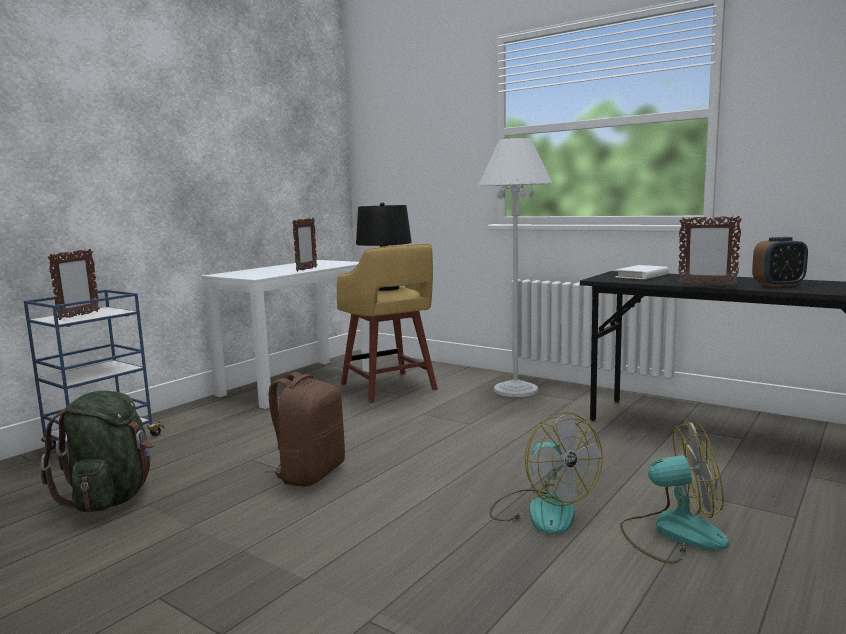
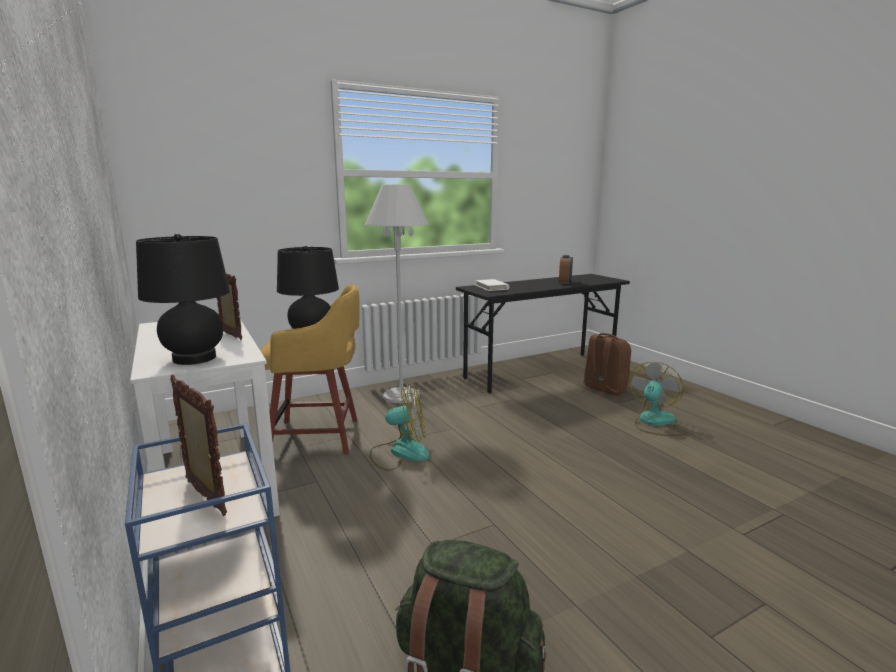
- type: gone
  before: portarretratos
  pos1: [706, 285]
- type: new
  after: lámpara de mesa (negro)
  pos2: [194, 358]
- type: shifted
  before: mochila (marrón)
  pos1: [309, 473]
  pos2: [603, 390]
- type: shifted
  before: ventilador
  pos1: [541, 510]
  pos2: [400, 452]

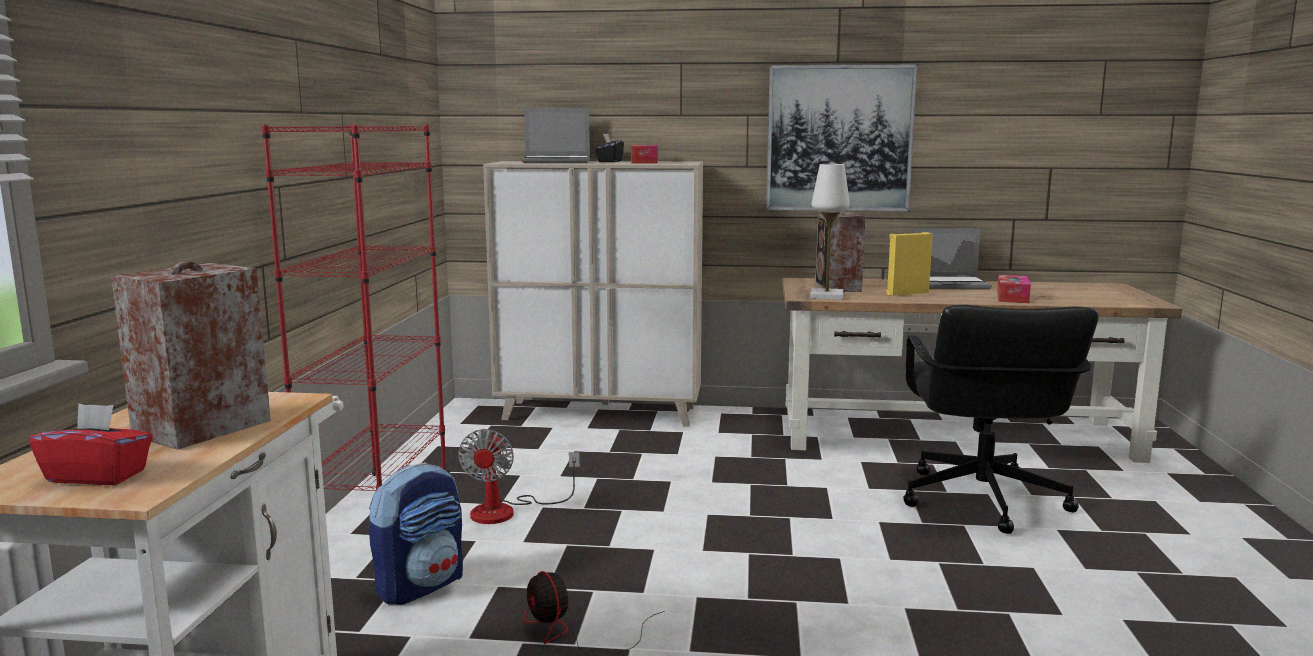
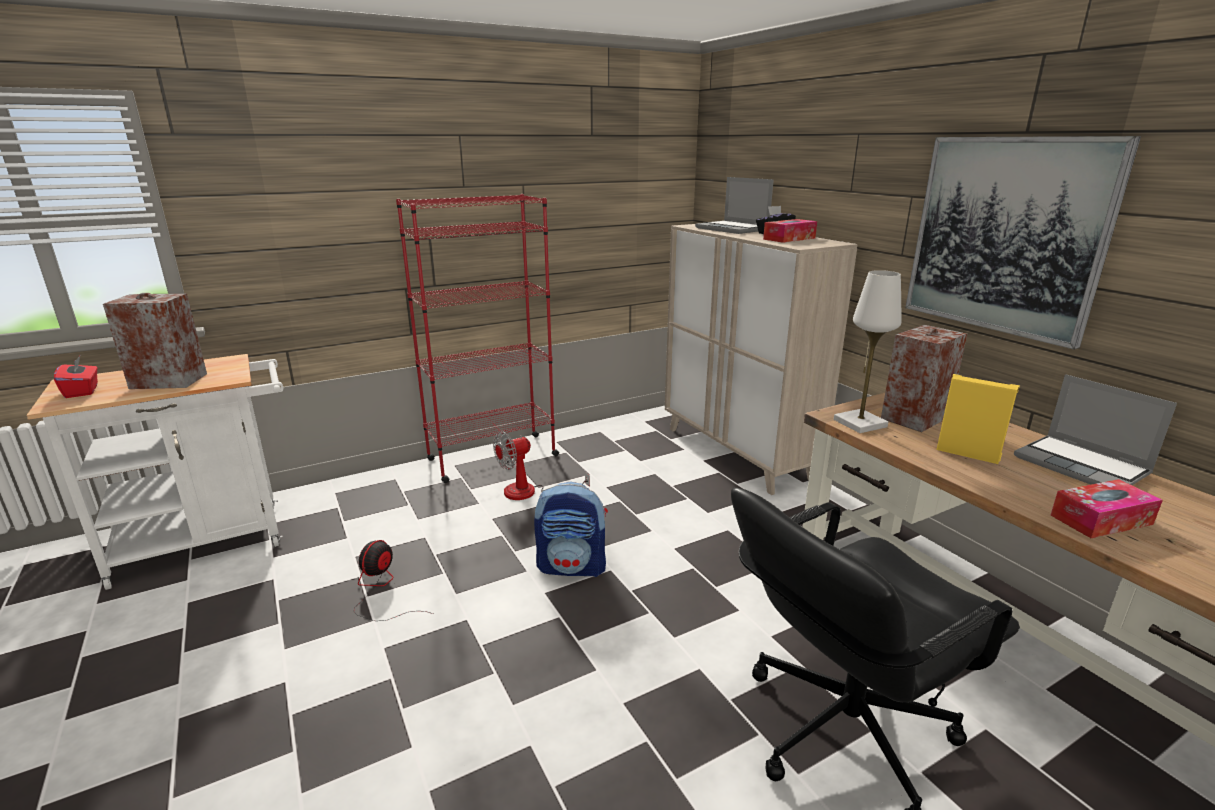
- type: shifted
  before: mochila
  pos1: [421, 585]
  pos2: [572, 566]

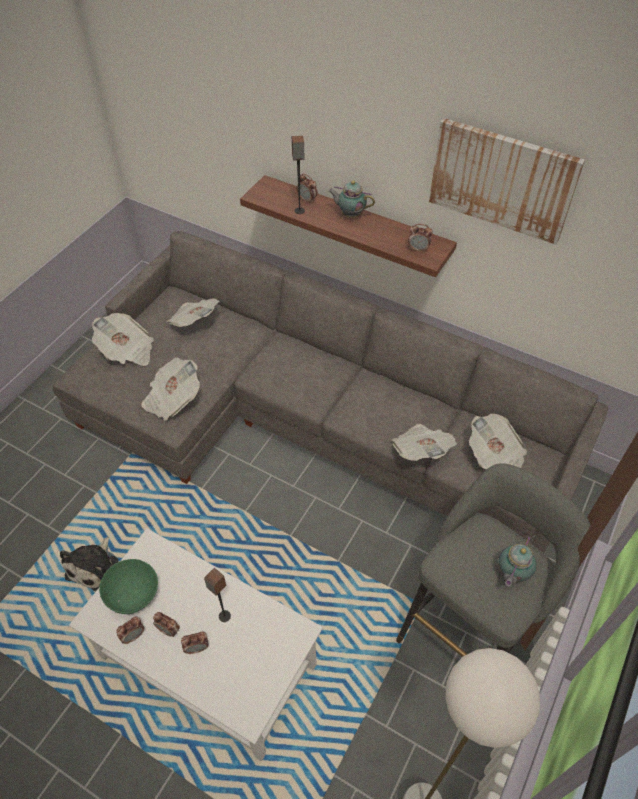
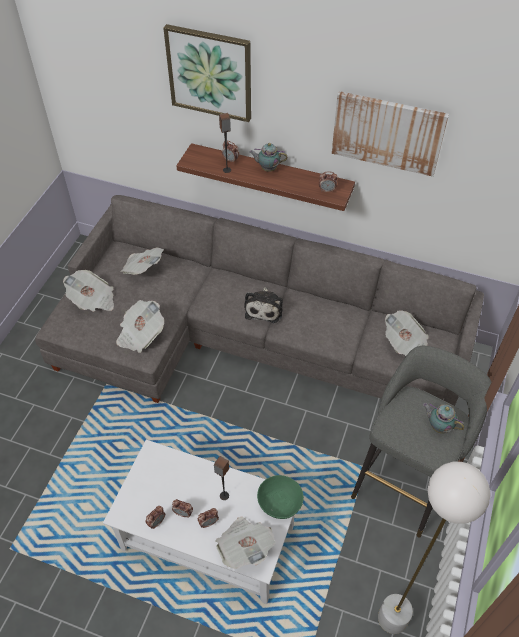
- type: new
  after: cuadro
  pos2: [210, 73]
- type: shifted
  before: peluche
  pos1: [94, 566]
  pos2: [264, 308]
- type: shifted
  before: cuenco (verde)
  pos1: [133, 593]
  pos2: [279, 503]
- type: shifted
  before: periódico
  pos1: [421, 451]
  pos2: [245, 547]
- type: rotated
  before: tetera
  pos1: [511, 574]
  pos2: [438, 426]
  turn: 105

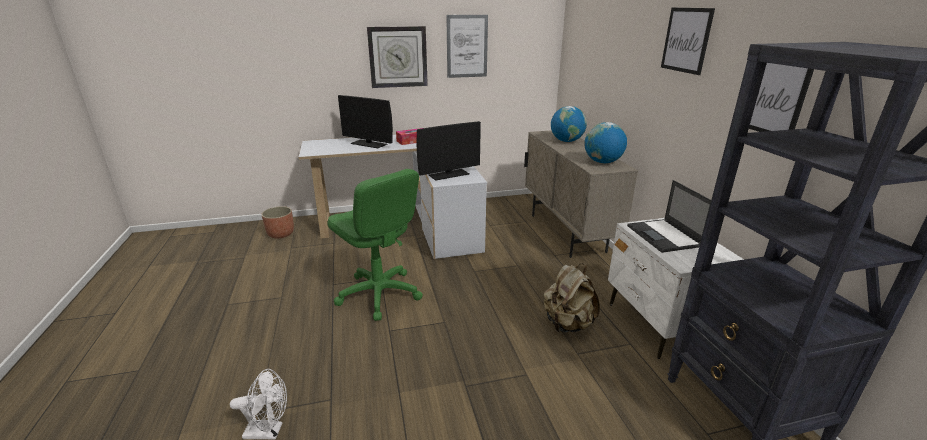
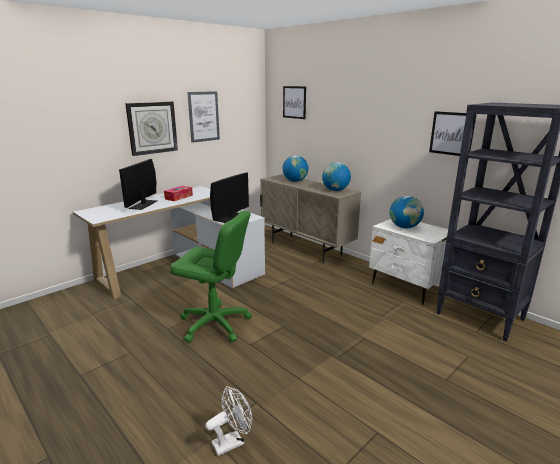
- type: gone
  before: maceta
  pos1: [280, 234]
- type: gone
  before: mochila (beis)
  pos1: [567, 324]
- type: shifted
  before: cuadro
  pos1: [686, 40]
  pos2: [294, 102]
- type: swapped
  before: portátil
  after: globo terráqueo
  pos1: [664, 236]
  pos2: [404, 227]
- type: rotated
  before: monitor
  pos1: [368, 144]
  pos2: [143, 204]
  turn: 105

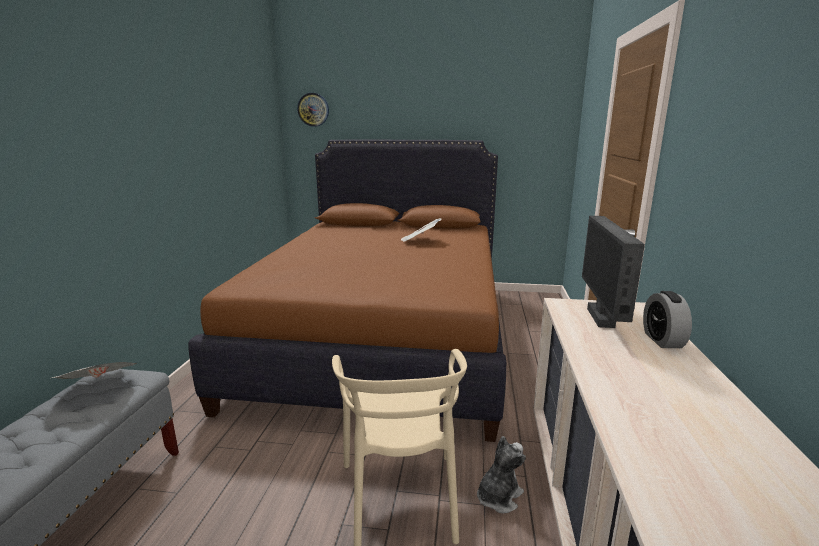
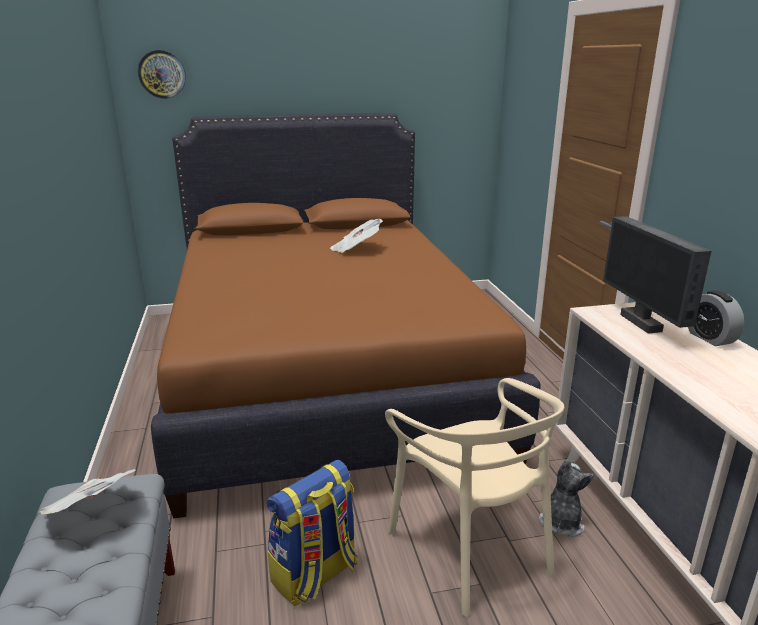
- type: new
  after: mochila
  pos2: [315, 575]

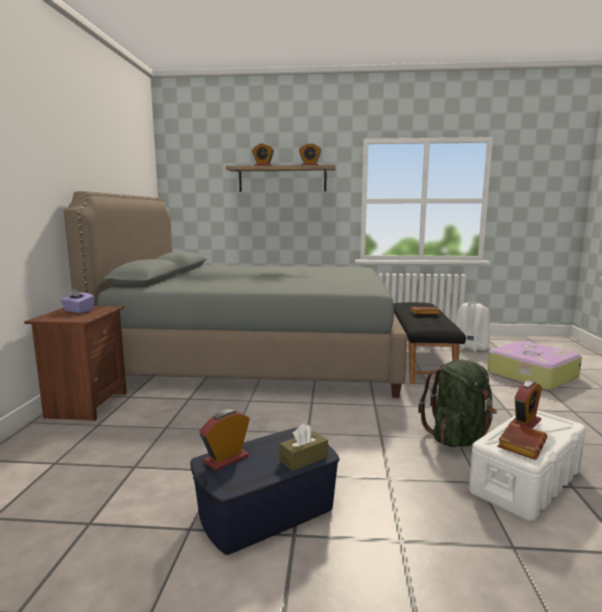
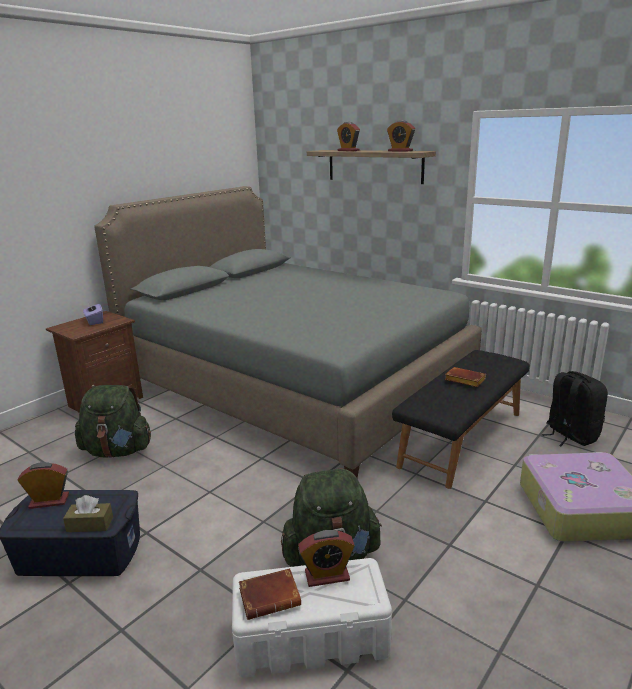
- type: new
  after: mochila (verde)
  pos2: [117, 451]
- type: repainted
  before: mochila (blanco)
  after: mochila (negro)
  pos1: [470, 347]
  pos2: [570, 435]

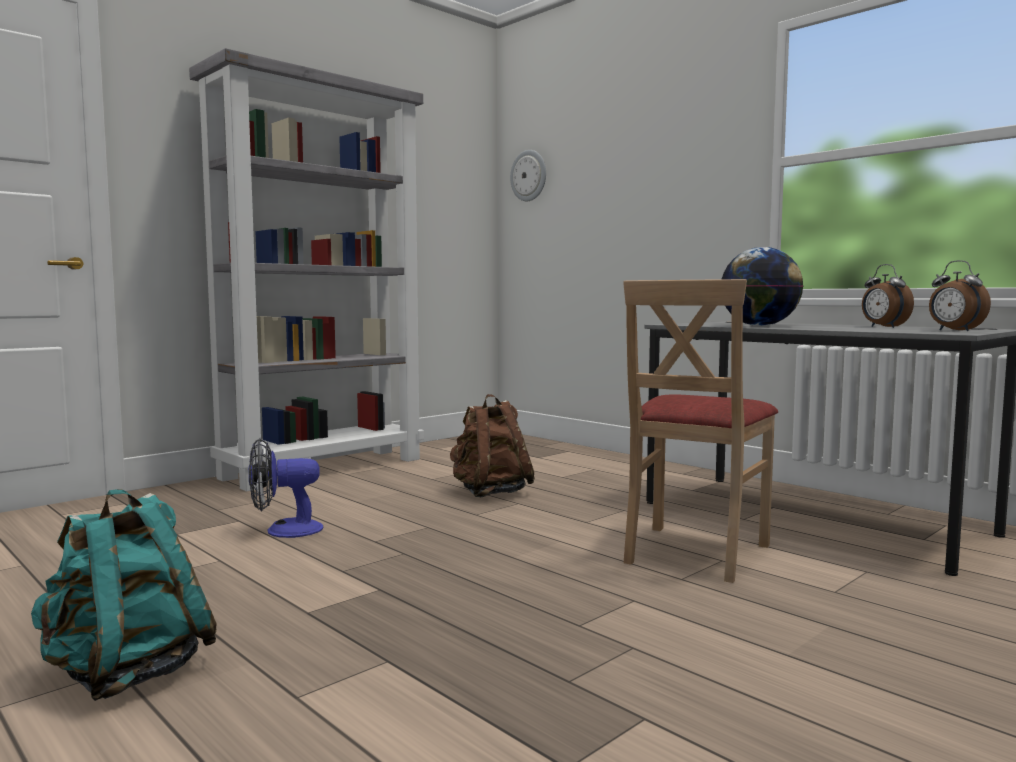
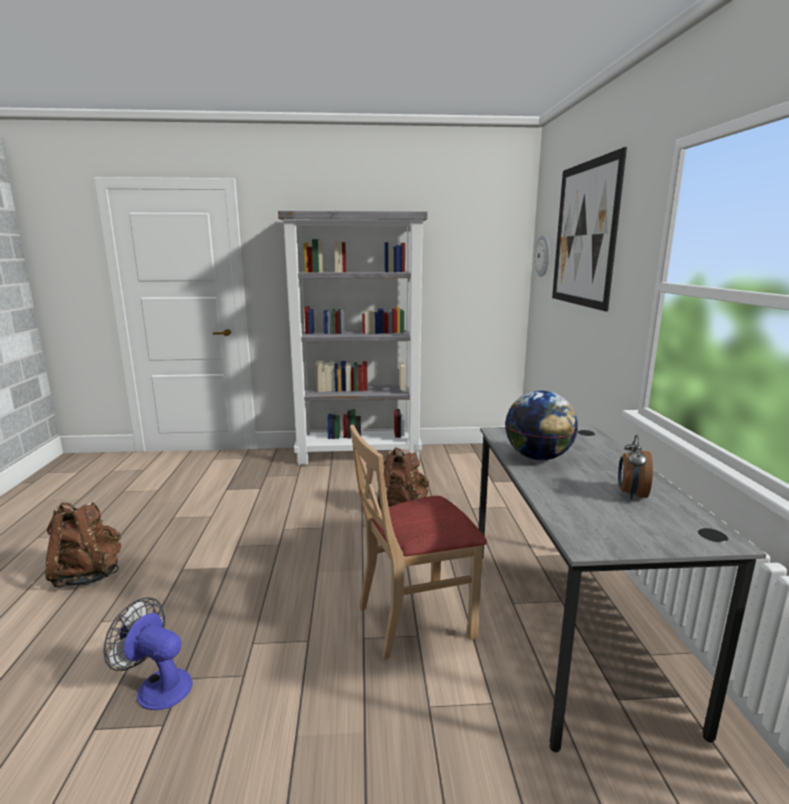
- type: gone
  before: despertador
  pos1: [954, 330]
- type: new
  after: cuadro
  pos2: [584, 234]
- type: shifted
  before: ventilador
  pos1: [284, 530]
  pos2: [157, 685]
- type: repainted
  before: mochila (turquesa)
  after: mochila (marrón)
  pos1: [127, 674]
  pos2: [88, 575]

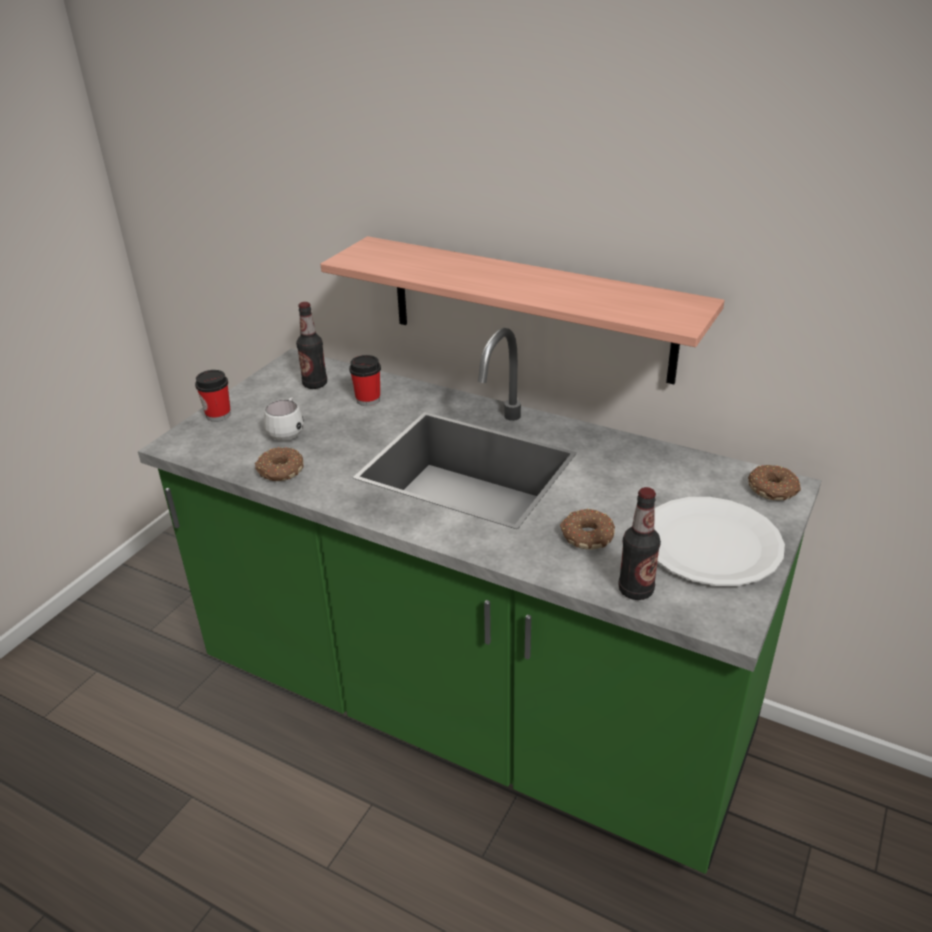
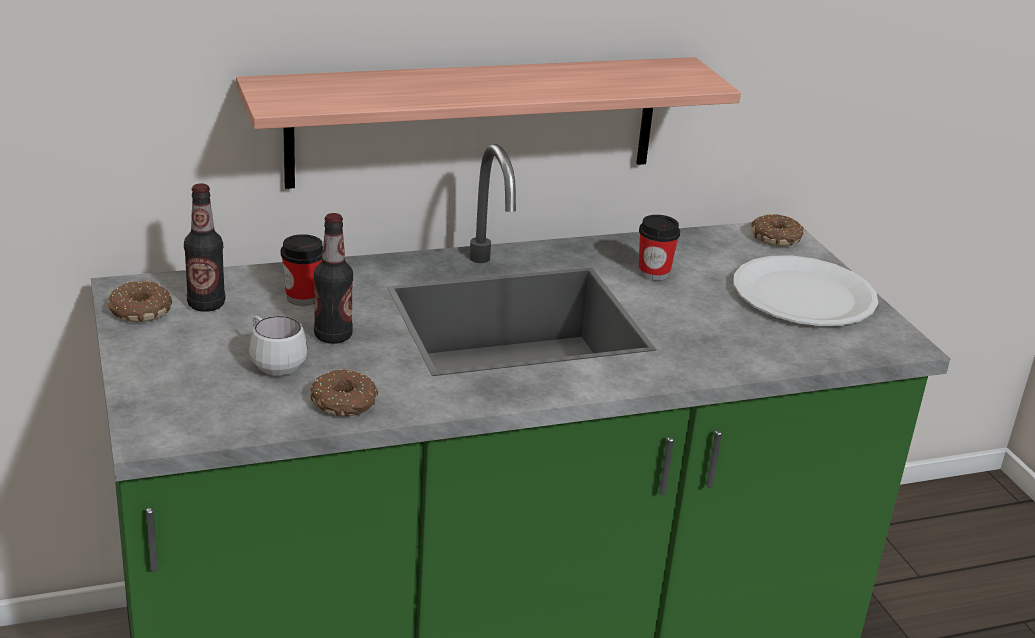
- type: shifted
  before: taza
  pos1: [218, 415]
  pos2: [653, 273]
- type: shifted
  before: rosquilla
  pos1: [586, 536]
  pos2: [139, 311]
- type: shifted
  before: botella
  pos1: [635, 590]
  pos2: [333, 336]

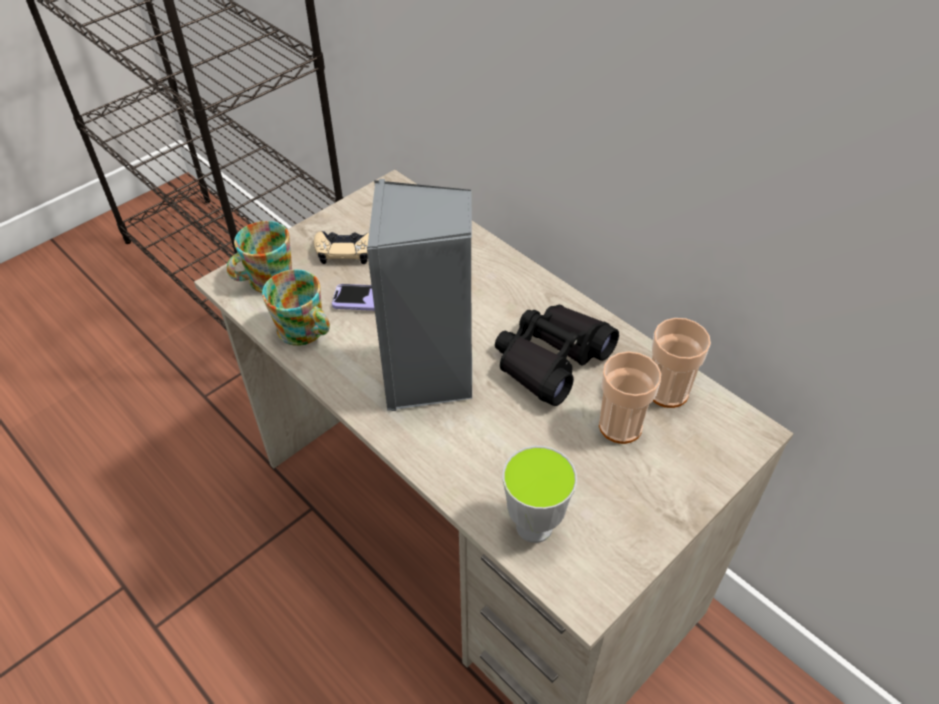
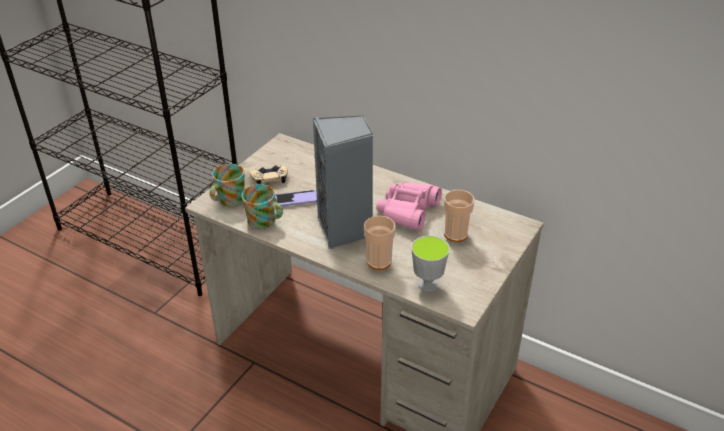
- type: shifted
  before: taza
  pos1: [667, 391]
  pos2: [379, 261]
- type: repainted
  before: prismáticos (negro)
  after: prismáticos (rosa)
  pos1: [551, 360]
  pos2: [408, 211]

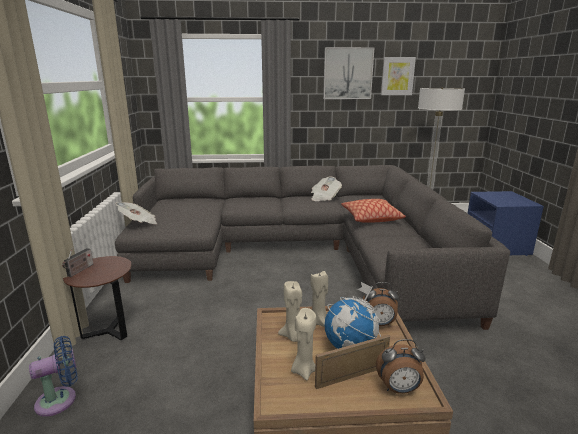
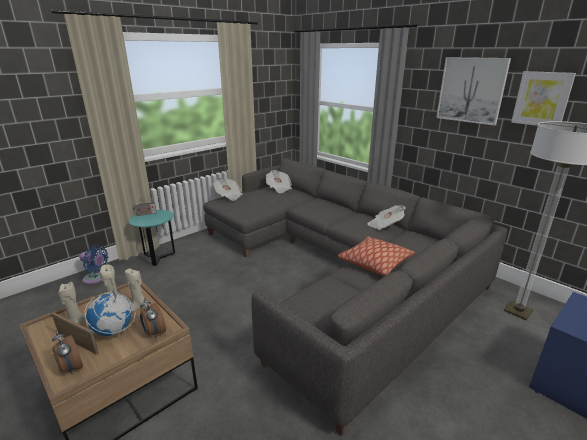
- type: new
  after: periódico
  pos2: [279, 188]
- type: repainted
  before: mesa auxiliar (marrón)
  after: mesa auxiliar (turquesa)
  pos1: [109, 331]
  pos2: [158, 258]

